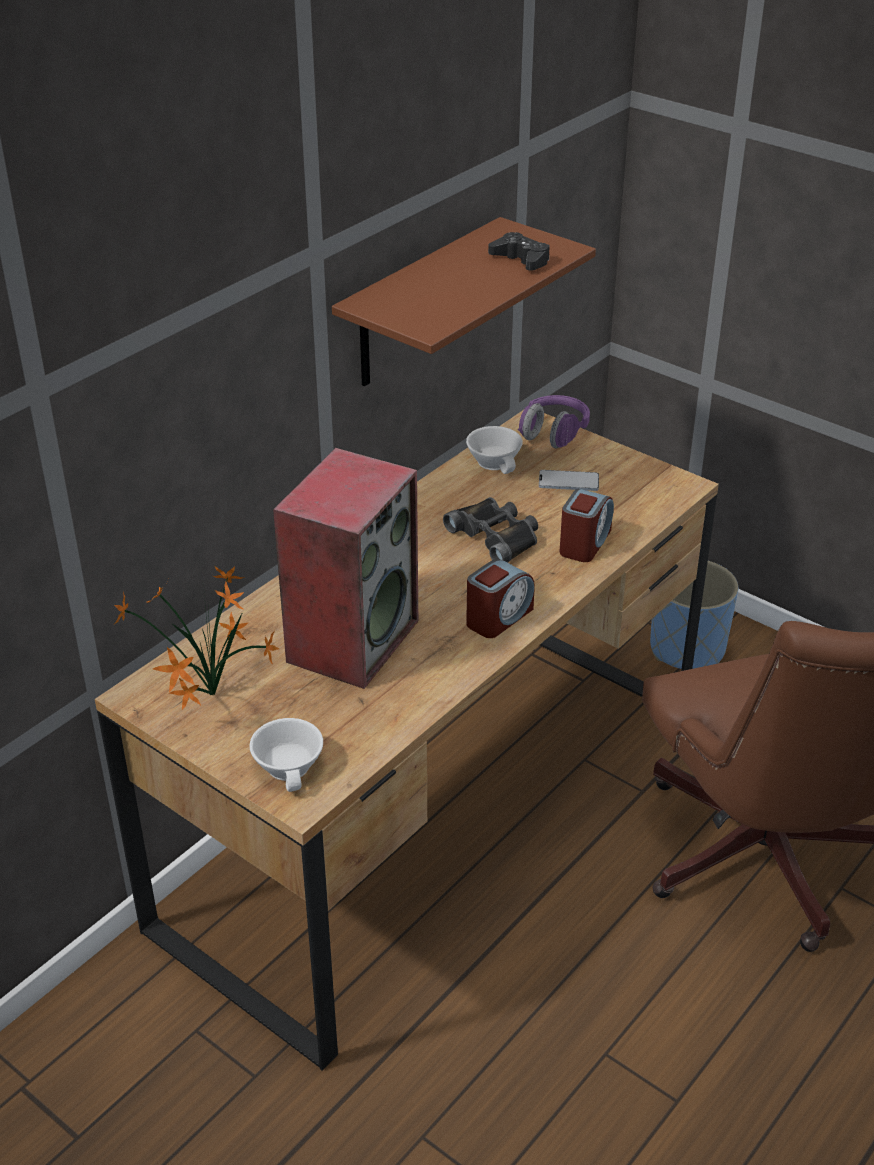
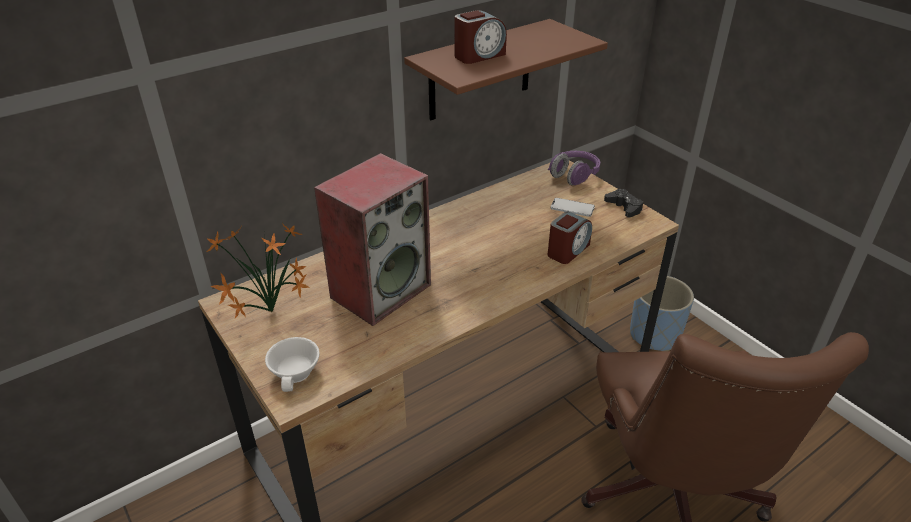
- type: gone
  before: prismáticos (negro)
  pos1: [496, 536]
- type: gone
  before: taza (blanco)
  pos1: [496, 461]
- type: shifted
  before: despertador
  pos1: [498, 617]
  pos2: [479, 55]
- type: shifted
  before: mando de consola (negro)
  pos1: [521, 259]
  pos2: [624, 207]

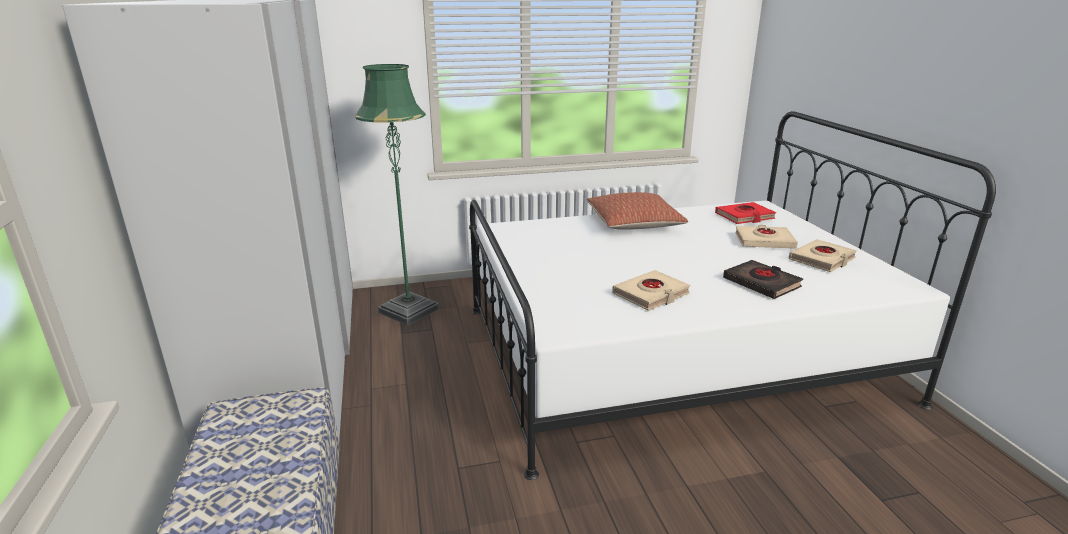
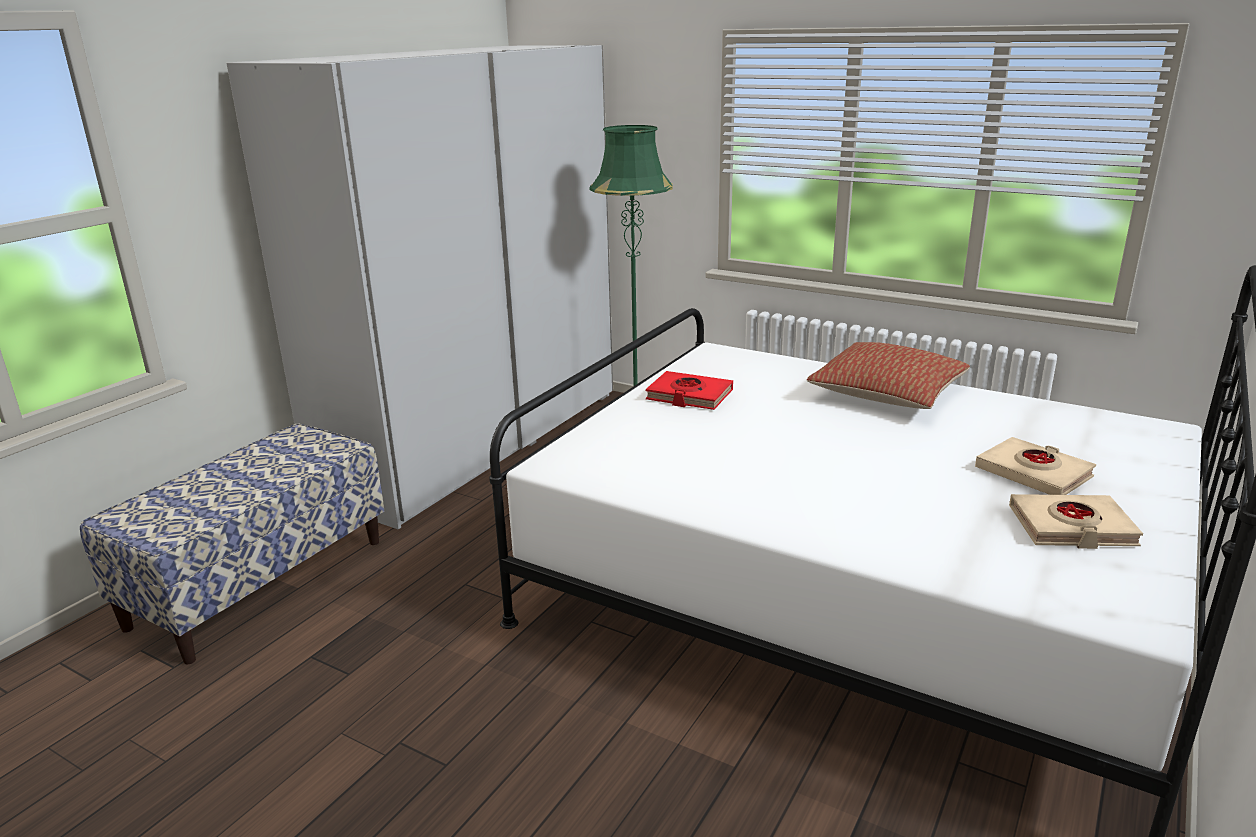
- type: gone
  before: libro (beis)
  pos1: [651, 294]
- type: gone
  before: libro (negro)
  pos1: [761, 283]
- type: shifted
  before: libro (rojo)
  pos1: [744, 217]
  pos2: [689, 396]

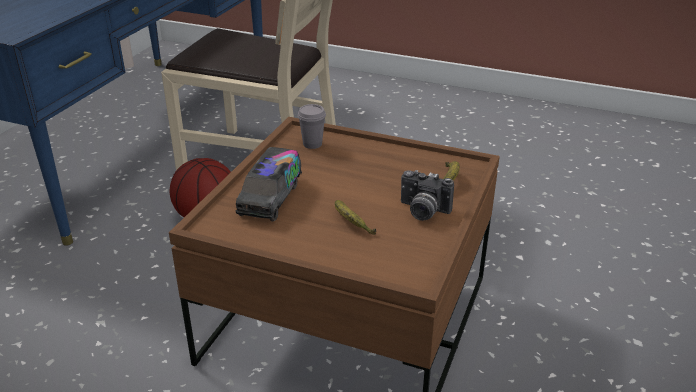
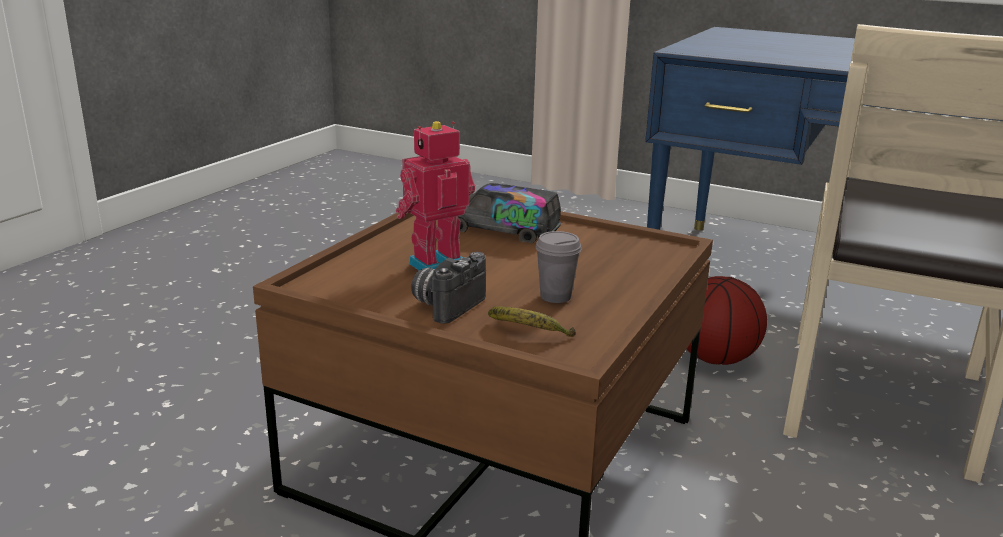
- type: shifted
  before: taza (gris)
  pos1: [312, 144]
  pos2: [555, 296]
- type: swapped
  before: plátano
  after: robot de juguete
  pos1: [351, 223]
  pos2: [435, 264]

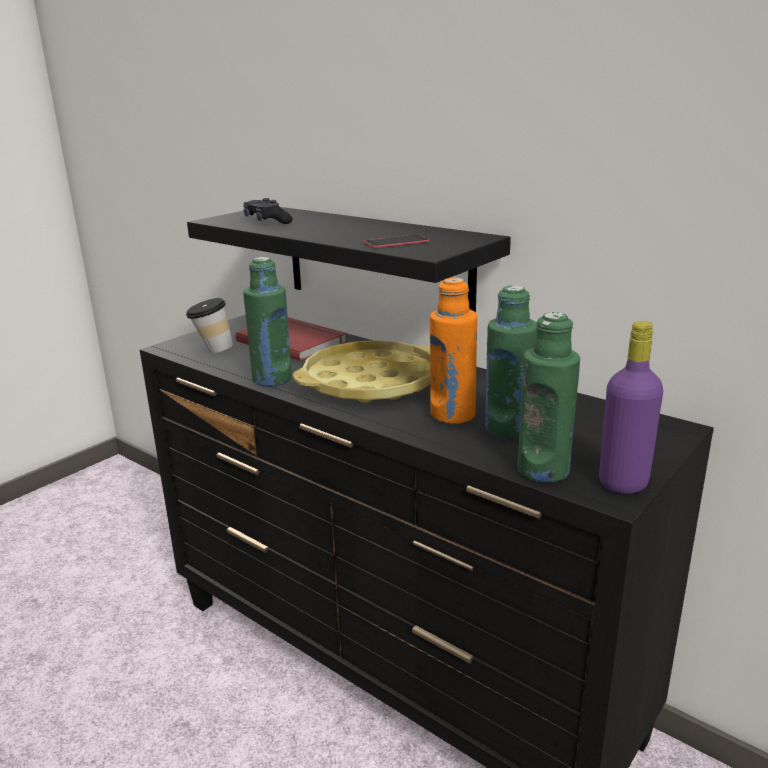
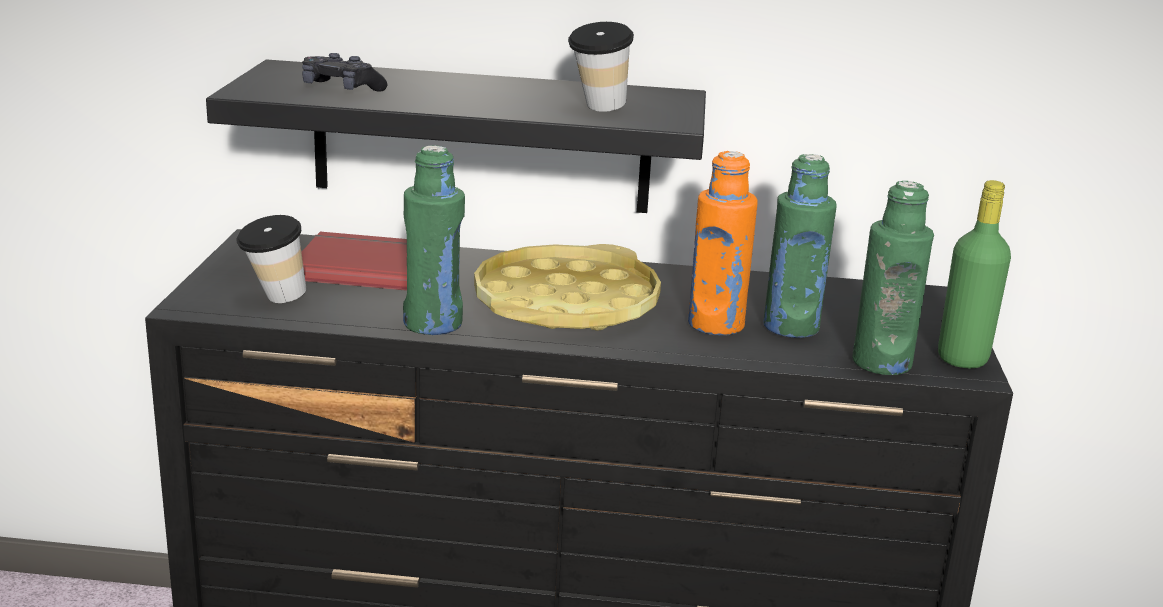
- type: swapped
  before: móvil
  after: taza
  pos1: [396, 242]
  pos2: [598, 109]
- type: repainted
  before: botella (morado)
  after: botella (verde)
  pos1: [623, 483]
  pos2: [962, 358]

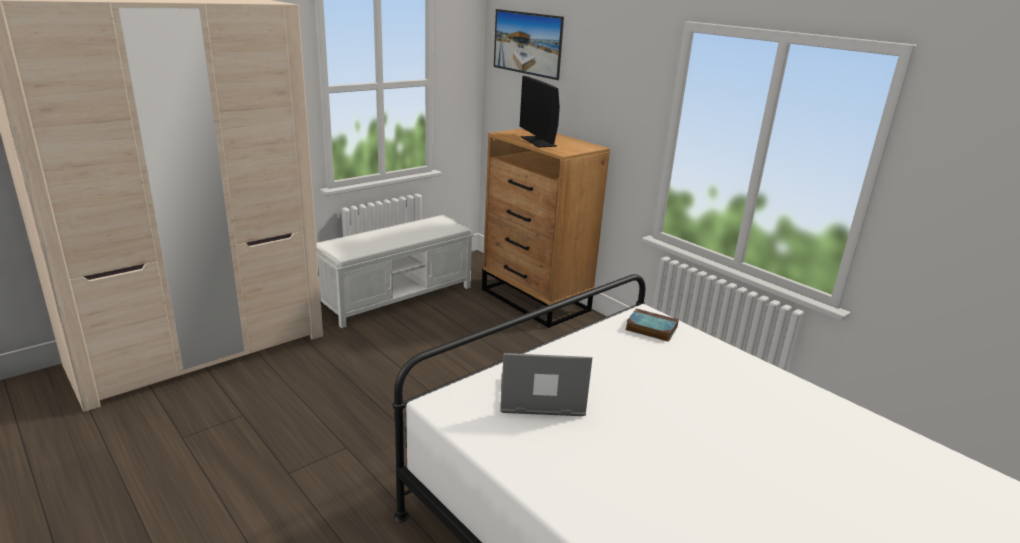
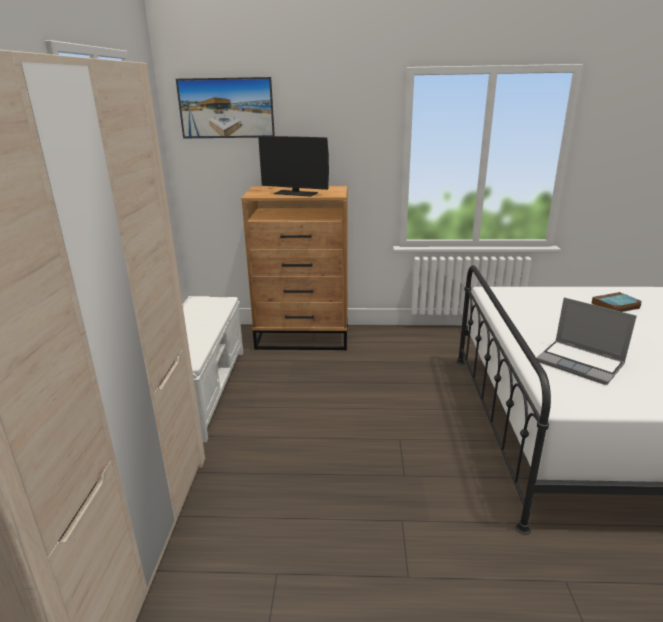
- type: shifted
  before: libro
  pos1: [650, 328]
  pos2: [615, 306]
- type: rotated
  before: portátil
  pos1: [540, 398]
  pos2: [581, 363]
  turn: -90

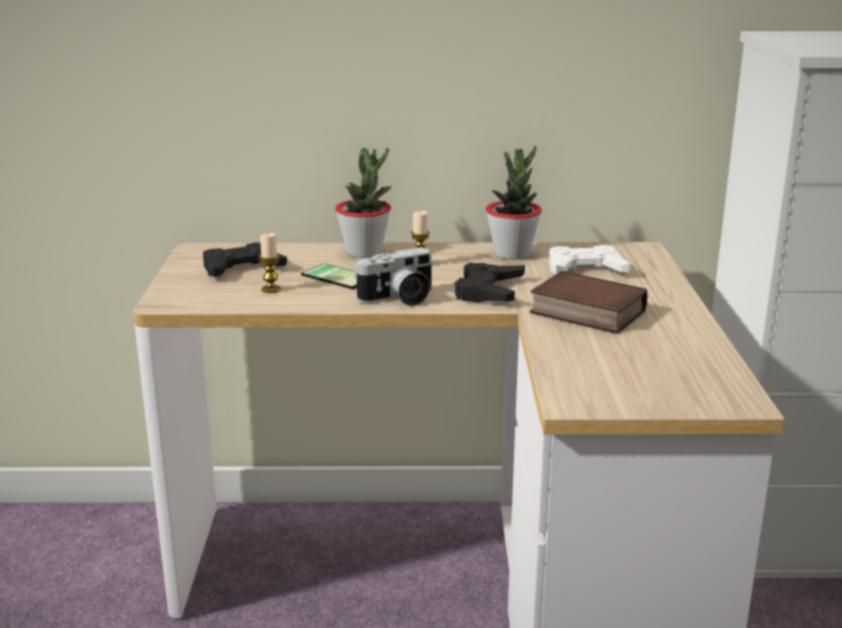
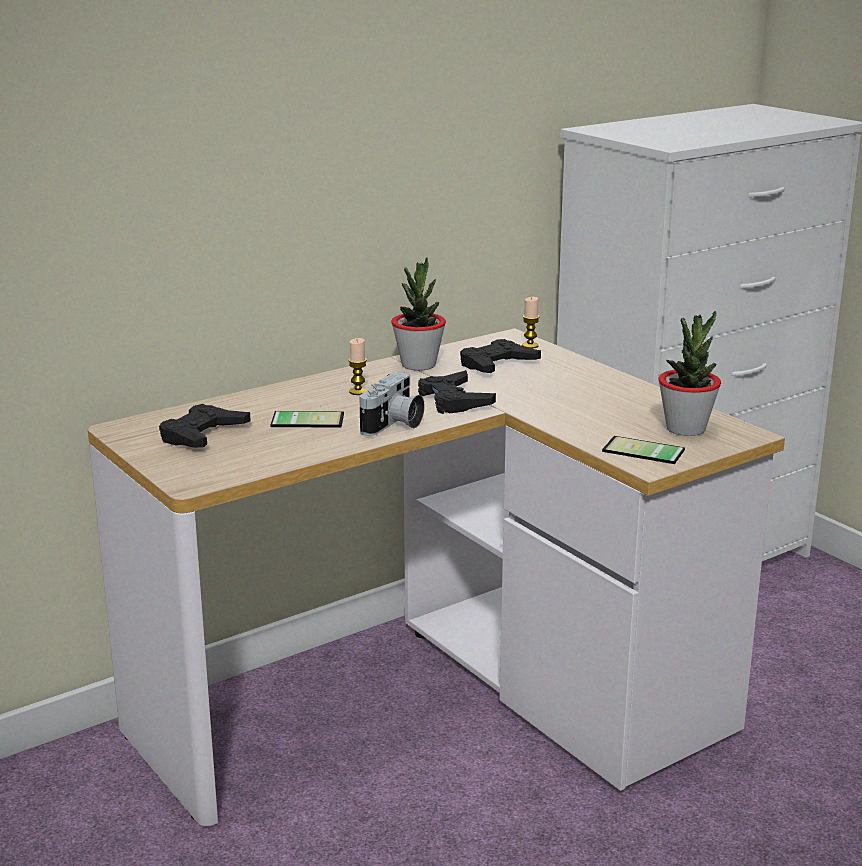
- type: gone
  before: libro
  pos1: [584, 313]
- type: new
  after: móvil
  pos2: [642, 452]
- type: shifted
  before: vela
  pos1: [271, 289]
  pos2: [530, 346]
- type: shifted
  before: planta en maceta
  pos1: [364, 252]
  pos2: [686, 429]
- type: repainted
  before: mando de consola (blanco)
  after: mando de consola (negro)
  pos1: [585, 269]
  pos2: [497, 364]

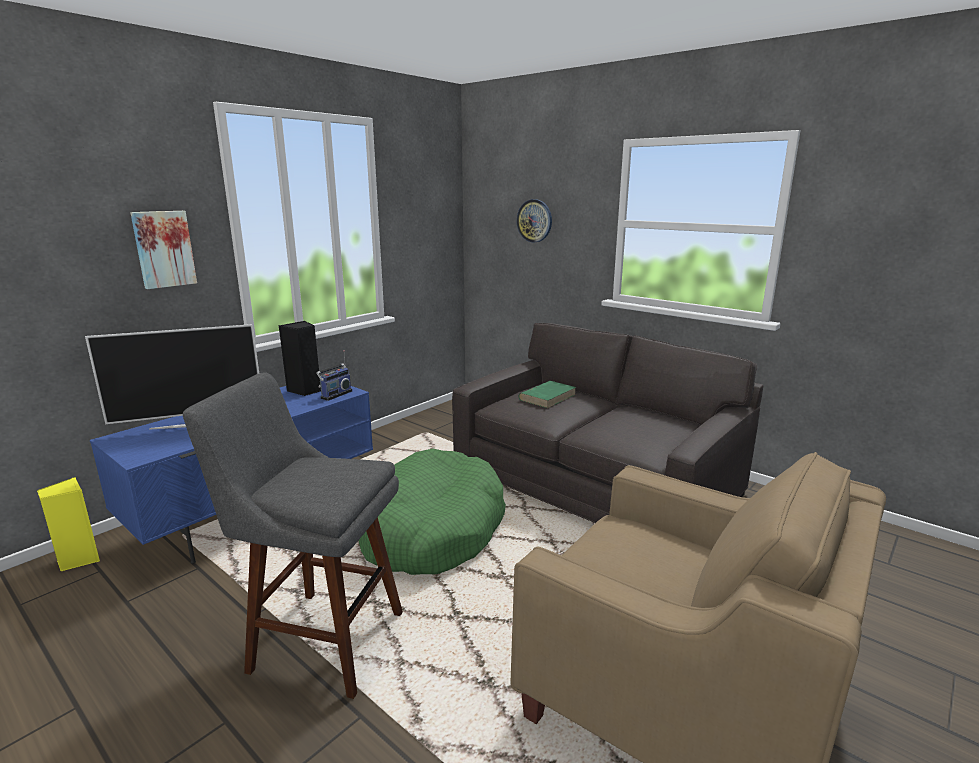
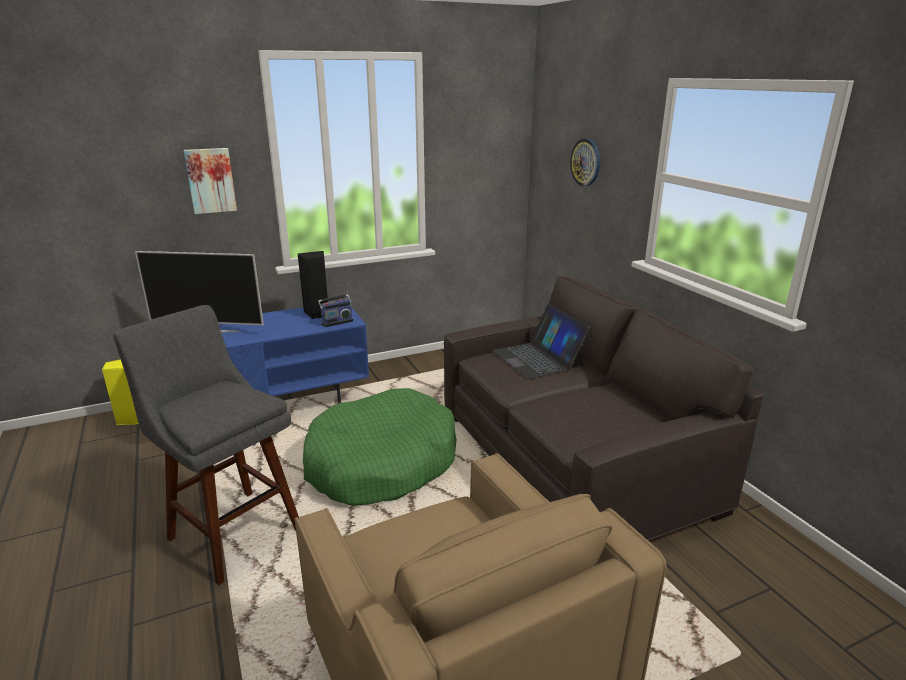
- type: swapped
  before: libro (verde)
  after: portátil
  pos1: [547, 397]
  pos2: [537, 358]

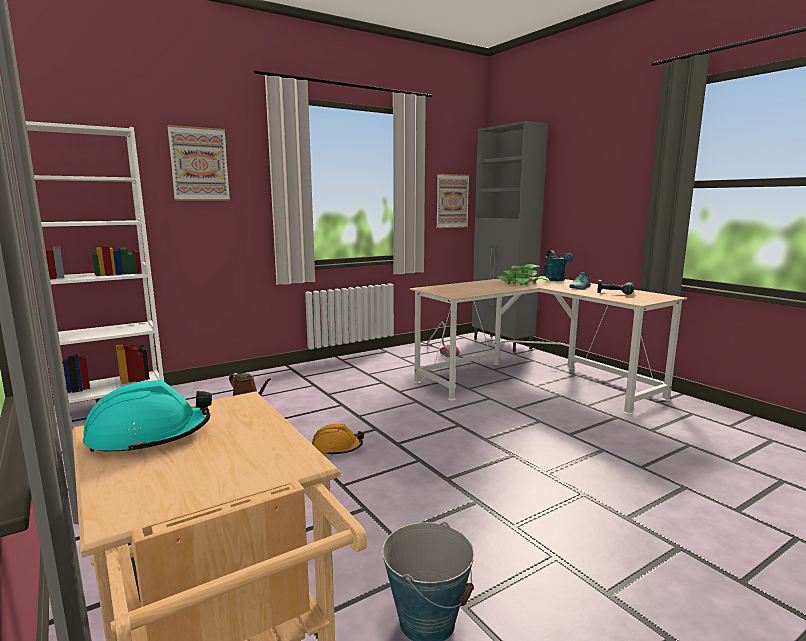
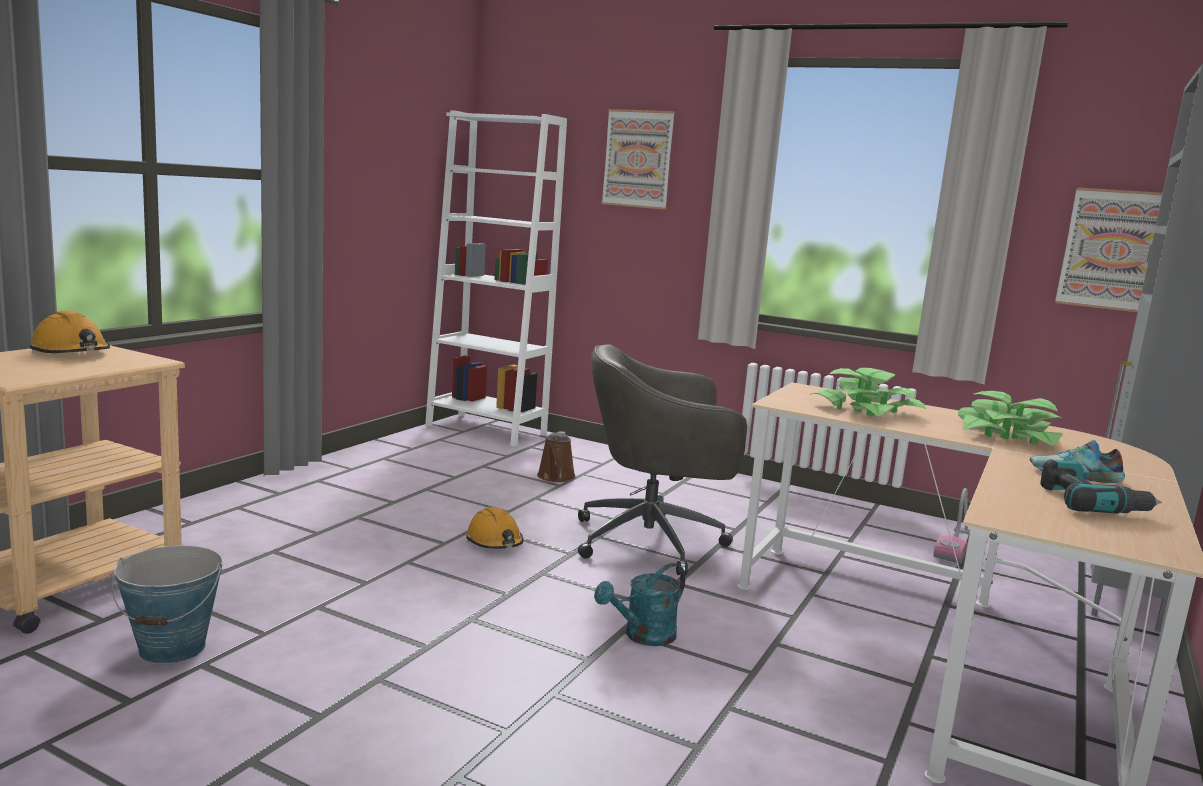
- type: new
  after: silla de oficina (gris)
  pos2: [653, 542]
- type: new
  after: planta en maceta
  pos2: [866, 410]
- type: shifted
  before: regadera (turquesa)
  pos1: [556, 280]
  pos2: [643, 636]
- type: repainted
  before: casco (turquesa)
  after: casco (naranja)
  pos1: [149, 436]
  pos2: [71, 353]

